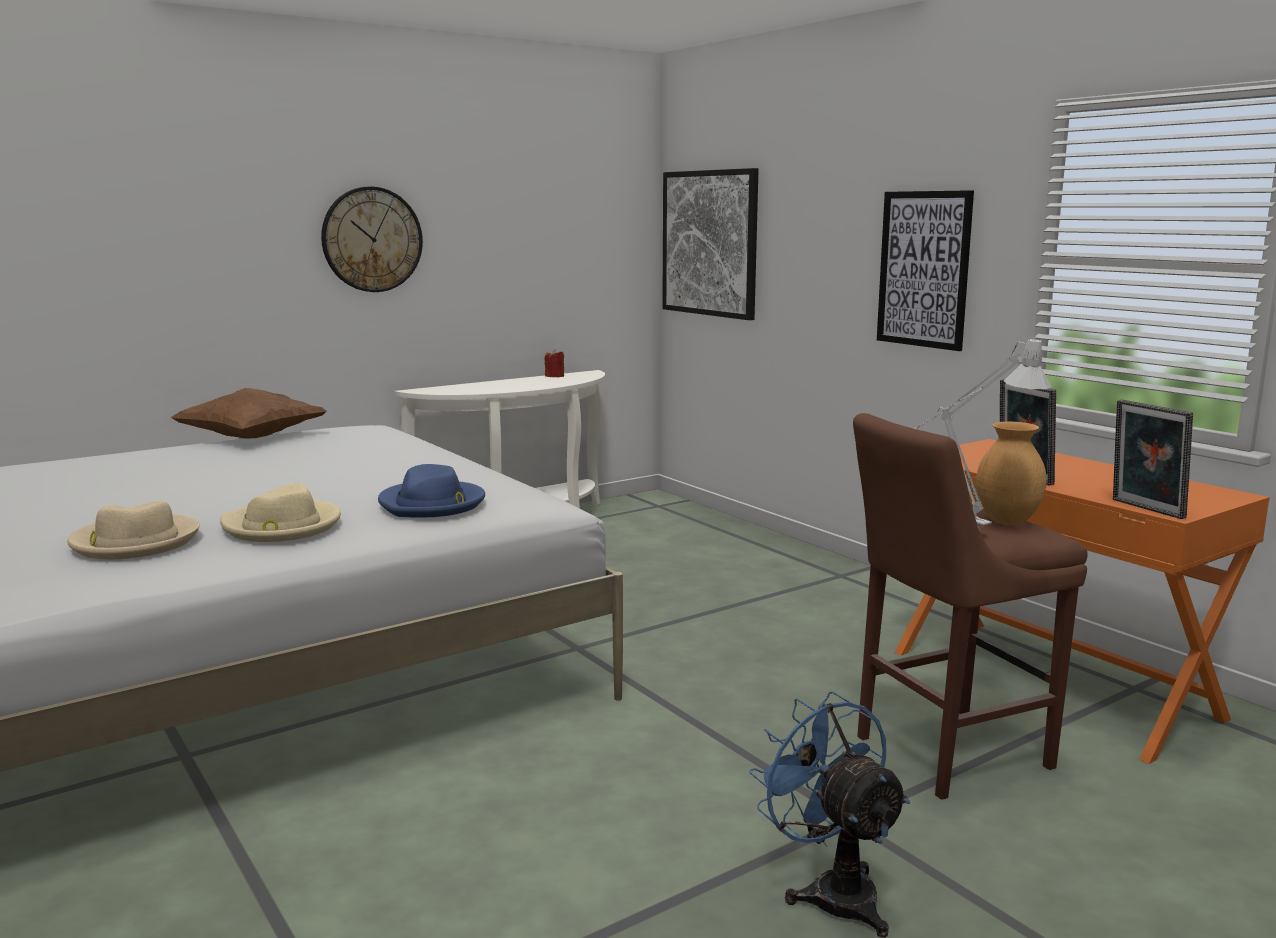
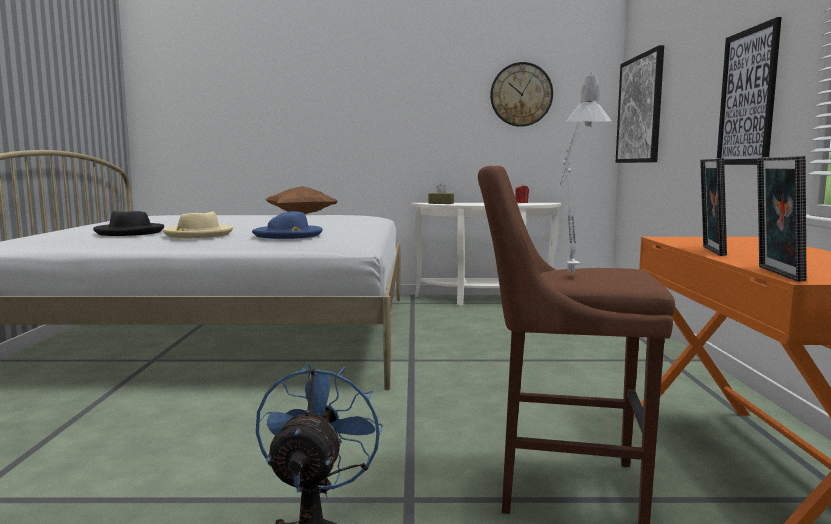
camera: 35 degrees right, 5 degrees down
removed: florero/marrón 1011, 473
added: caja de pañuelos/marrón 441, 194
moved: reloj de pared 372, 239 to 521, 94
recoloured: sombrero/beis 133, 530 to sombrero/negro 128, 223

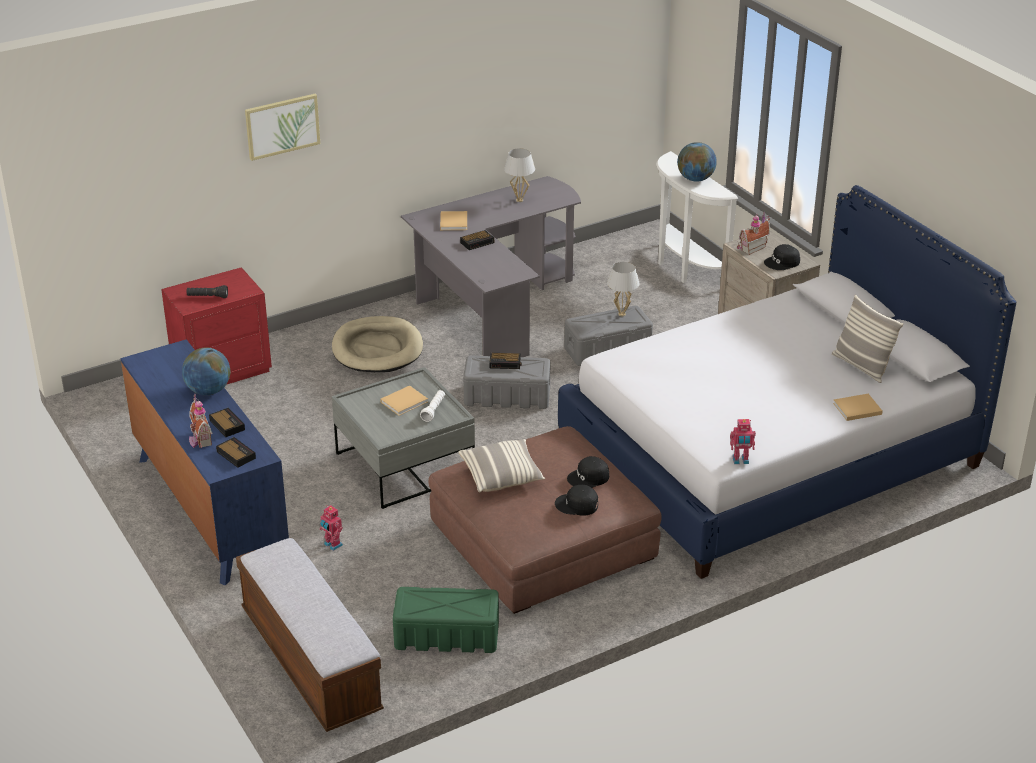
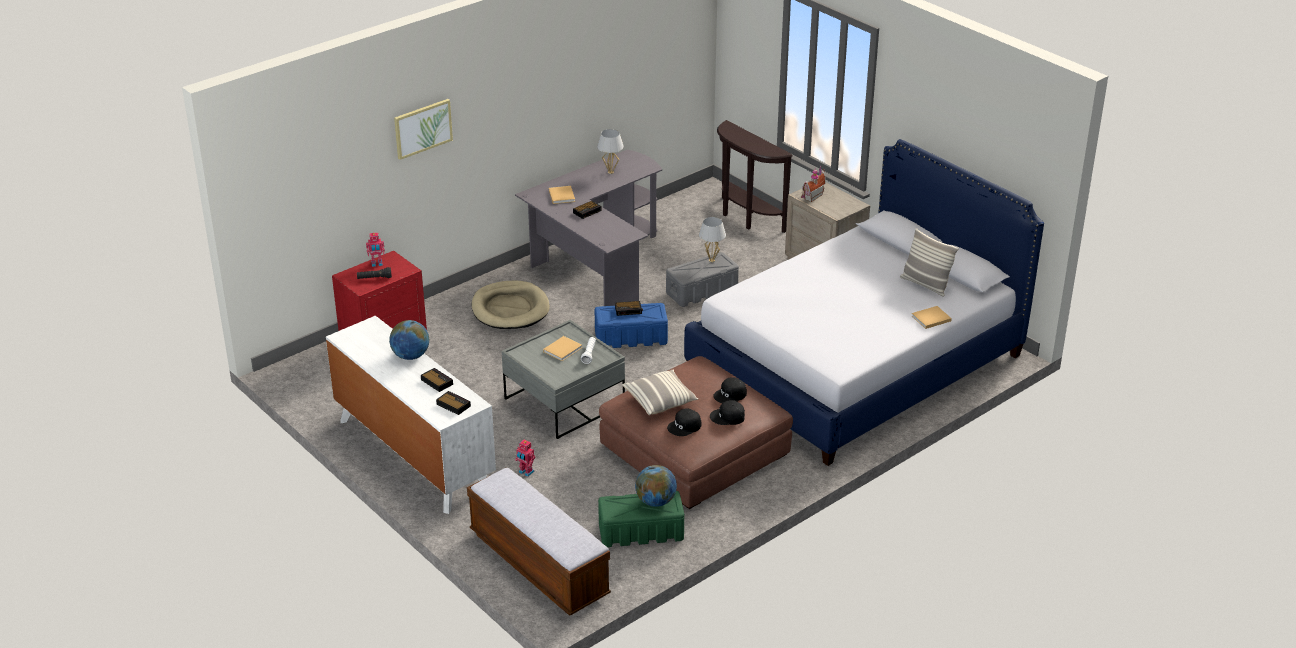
camera: 10 degrees left, 0 degrees up
removed: casita 201, 421
moved: robot de juguete 743, 441 to 375, 250; globo terráqueo 697, 162 to 656, 486; gorra/negro 782, 257 to 684, 422
recoloured: cómoda/azul 204, 462 to cómoda/blanco 411, 415; caja de almacenaje/gris 506, 382 to caja de almacenaje/azul 631, 325; mesa consola/blanco 697, 217 to mesa consola/marrón 755, 176

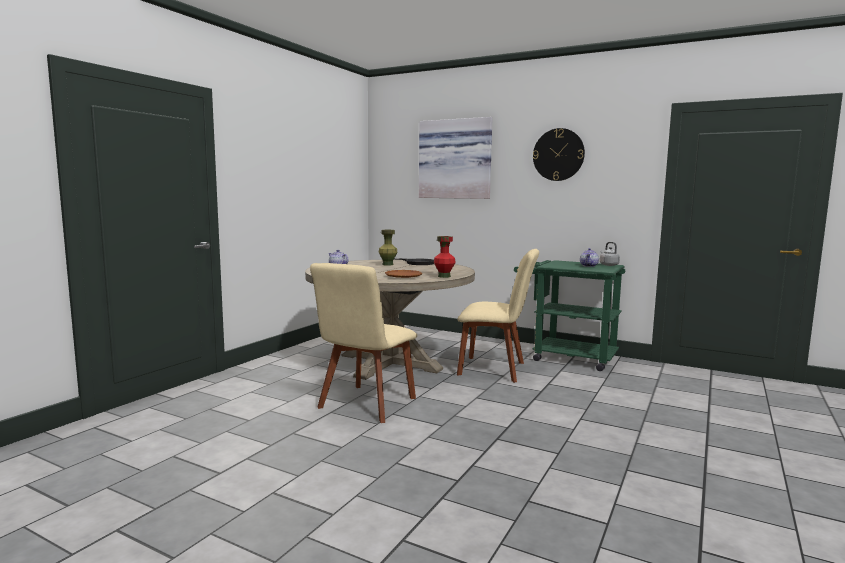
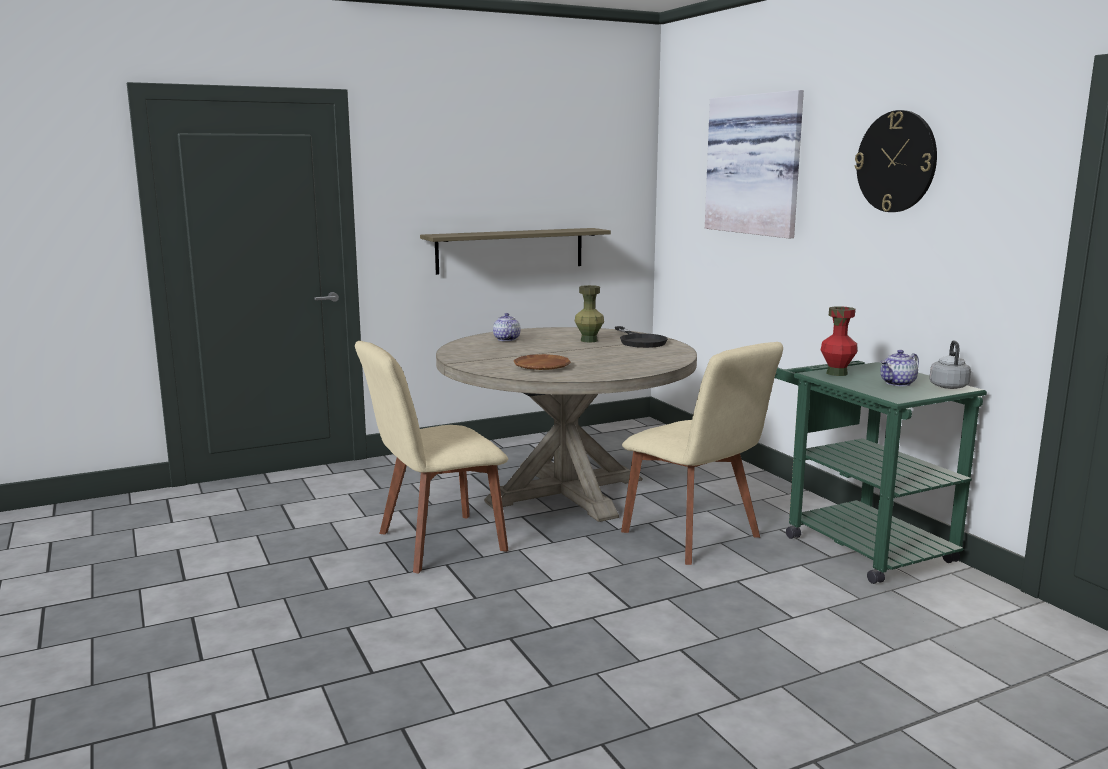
camera: 35 degrees right, 5 degrees up
added: estante 515, 251
moved: florero/rojo 445, 257 to 839, 341

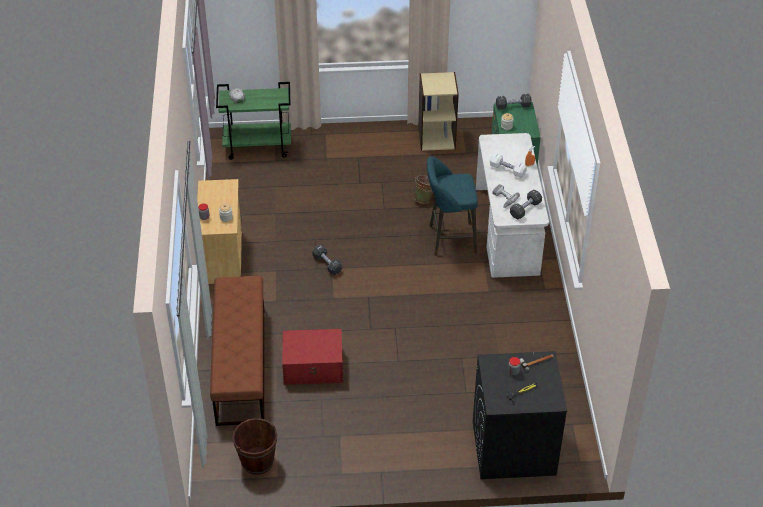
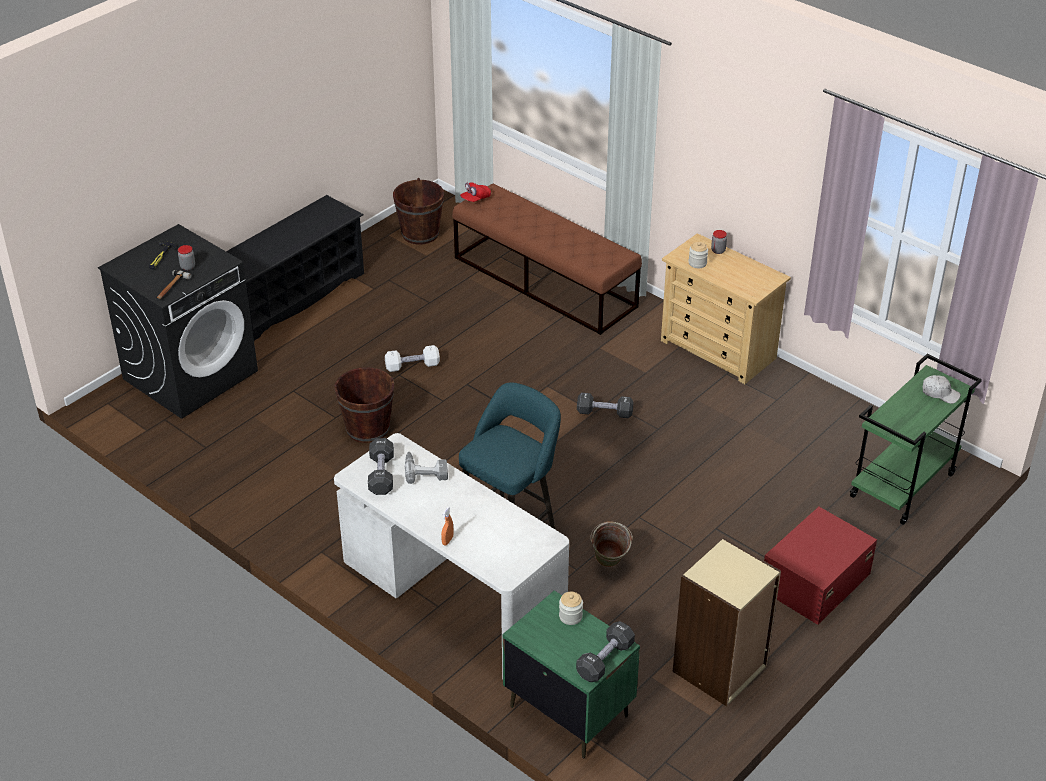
camera: 135 degrees right, 5 degrees down
added: zapatero/negro 295, 268; cubo/marrón 364, 405; gorra/rojo 475, 192
moved: mancuerna/blanco 508, 165 to 412, 358; caja de almacenaje/rojo 312, 357 to 820, 566

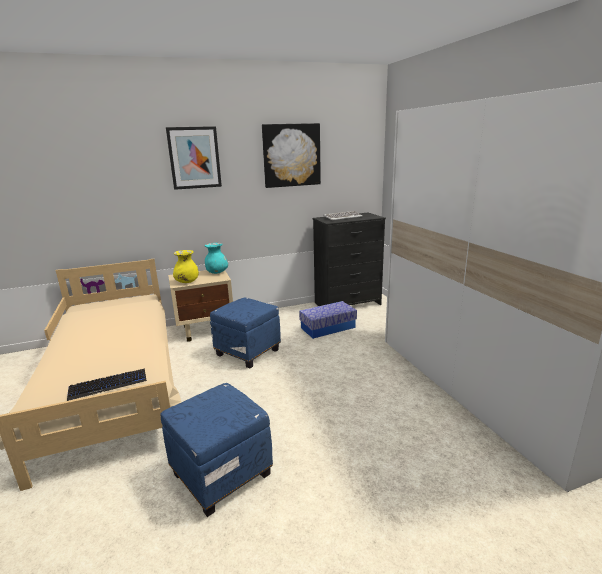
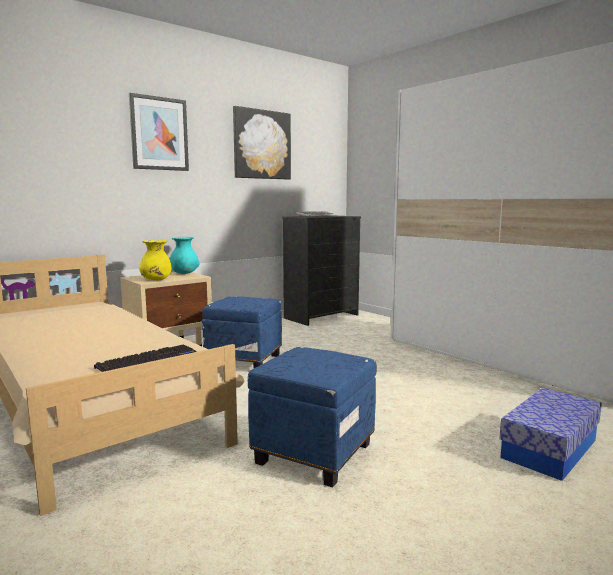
camera: 20 degrees left, 10 degrees down
moved: caja de almacenaje 328, 320 to 550, 434

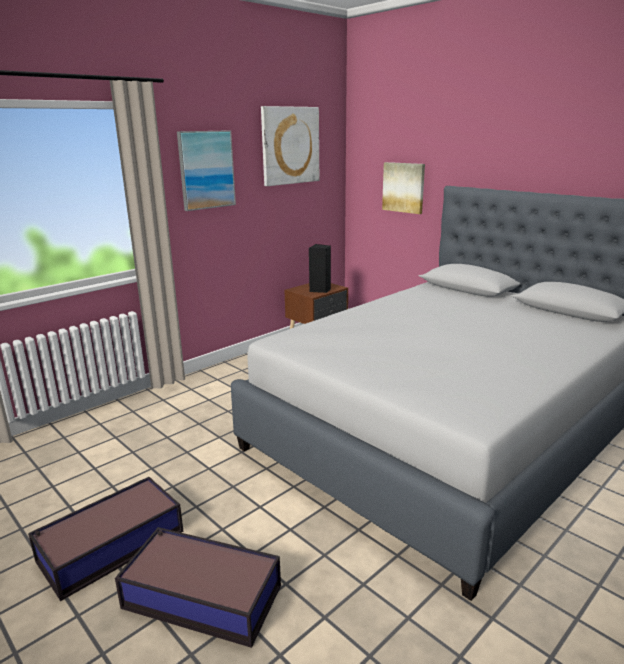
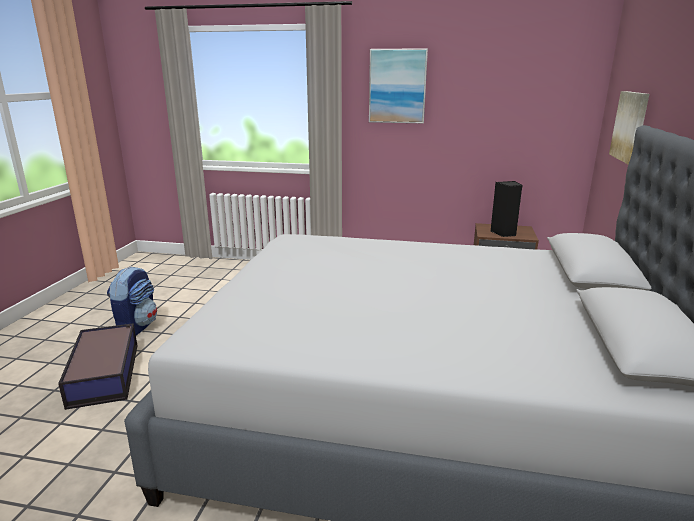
camera: 55 degrees right, 0 degrees up
removed: cuadro 290, 146
replaced: caja de almacenaje 105, 539 to mochila 132, 300

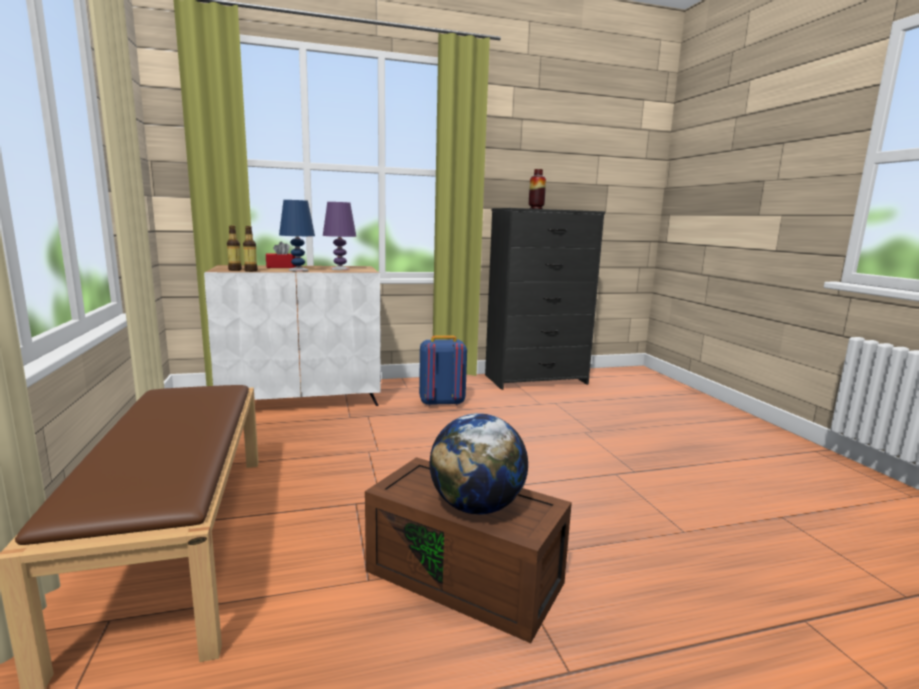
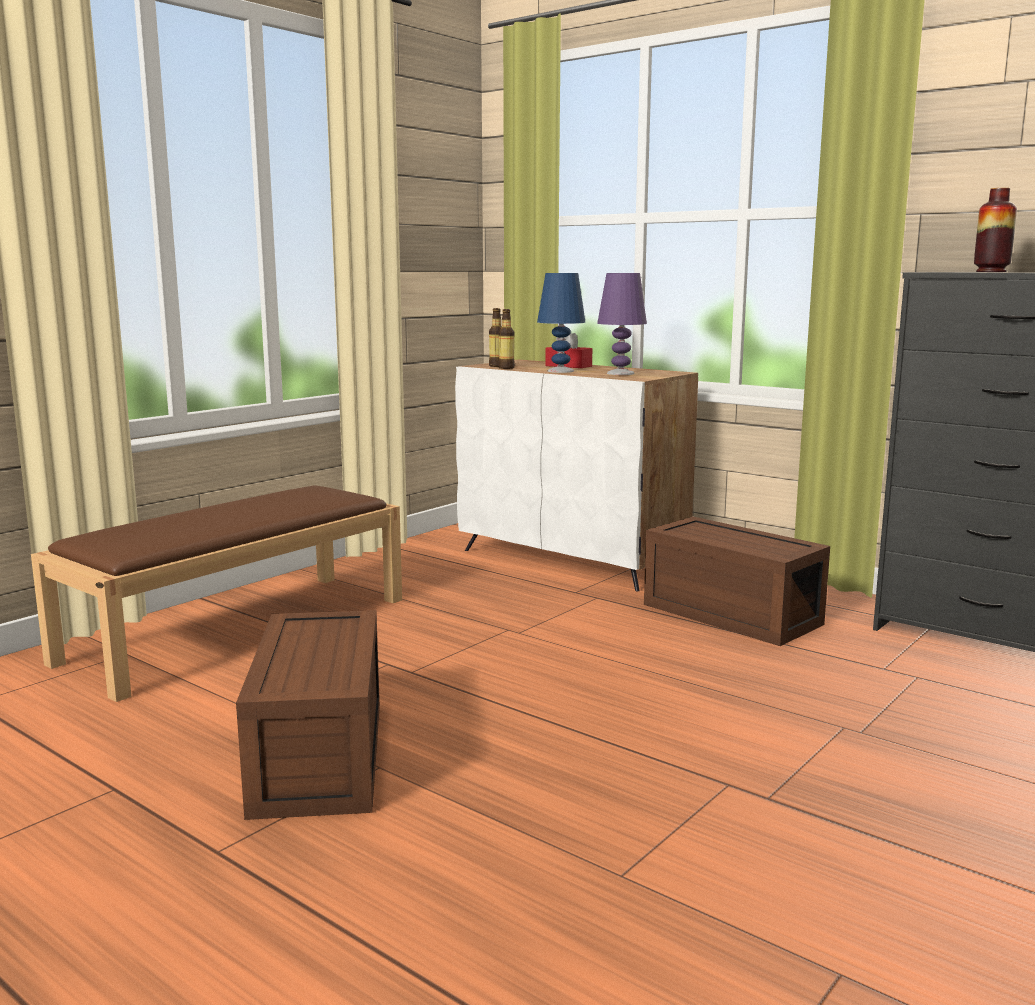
camera: 55 degrees right, 0 degrees up
removed: globo terráqueo 479, 464
replaced: mochila/azul 443, 371 to caja de almacenaje/marrón 737, 581

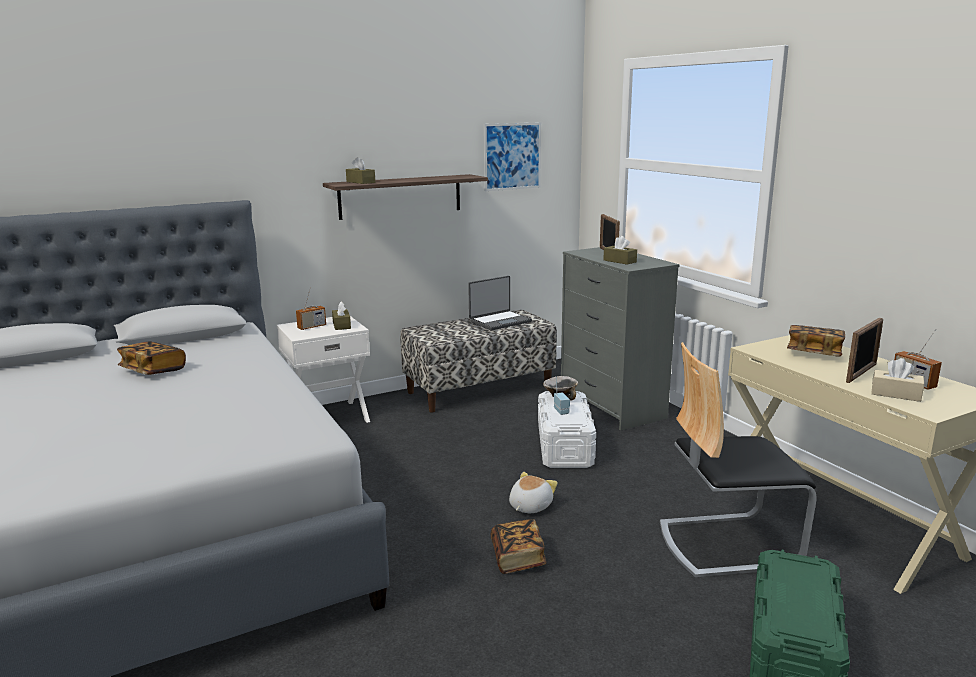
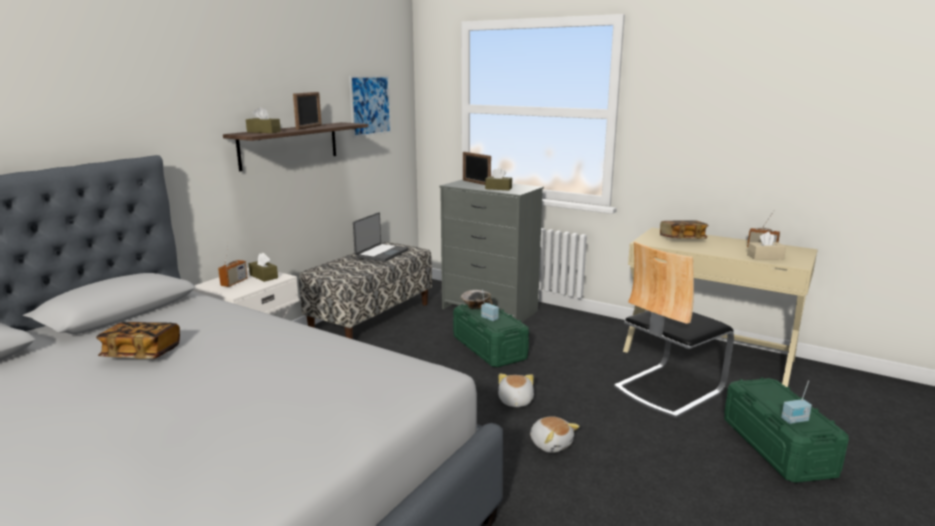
camera: 30 degrees left, 0 degrees up
added: radio 796, 402
moved: portarretratos 864, 350 to 307, 111
replaced: libro 518, 546 to peluche 555, 434
recoloured: caja de almacenaje/blanco 567, 429 to caja de almacenaje/verde 491, 334

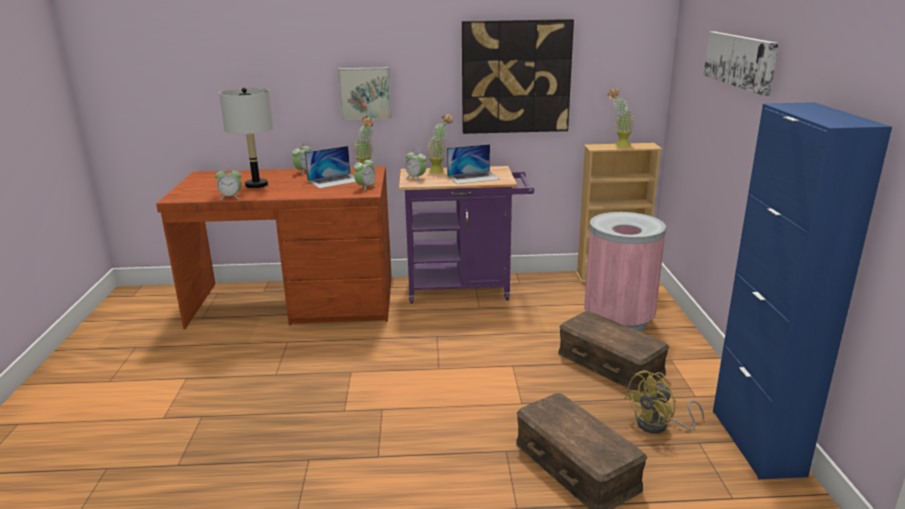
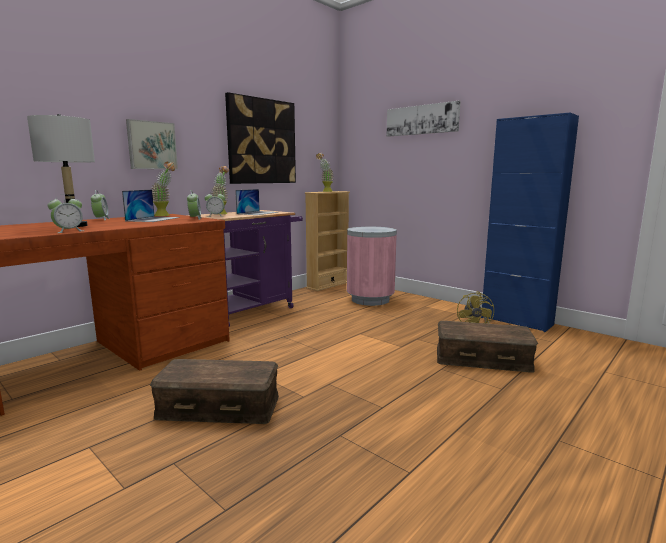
camera: 45 degrees left, 10 degrees down
moved: caja de almacenaje/marrón 613, 351 to 214, 391

